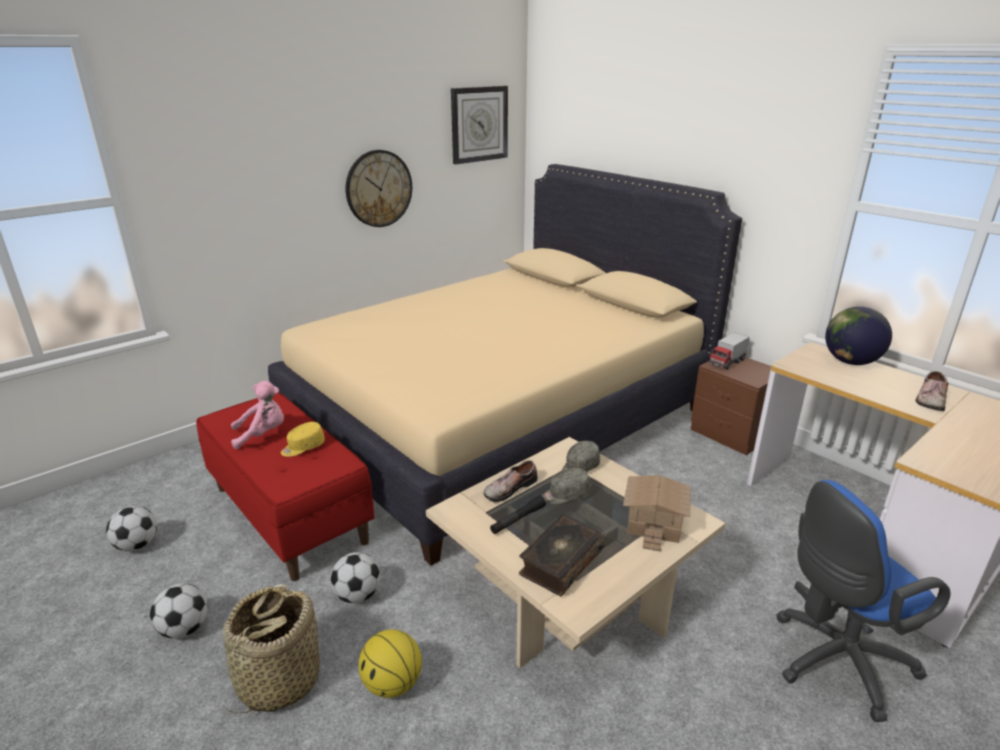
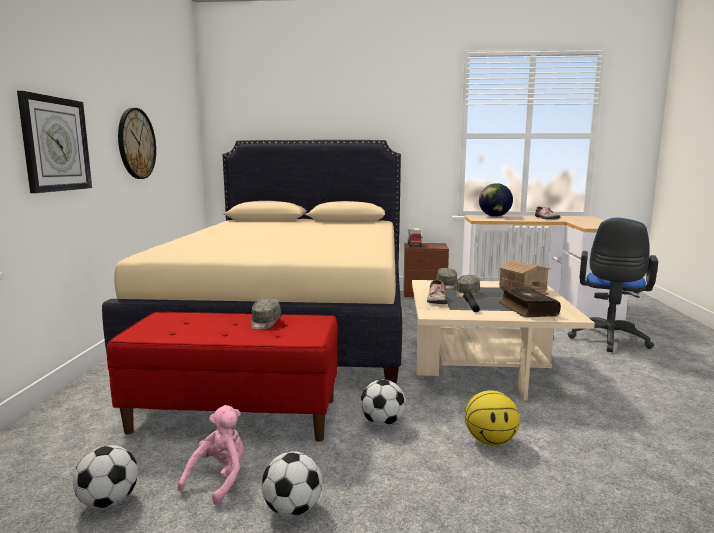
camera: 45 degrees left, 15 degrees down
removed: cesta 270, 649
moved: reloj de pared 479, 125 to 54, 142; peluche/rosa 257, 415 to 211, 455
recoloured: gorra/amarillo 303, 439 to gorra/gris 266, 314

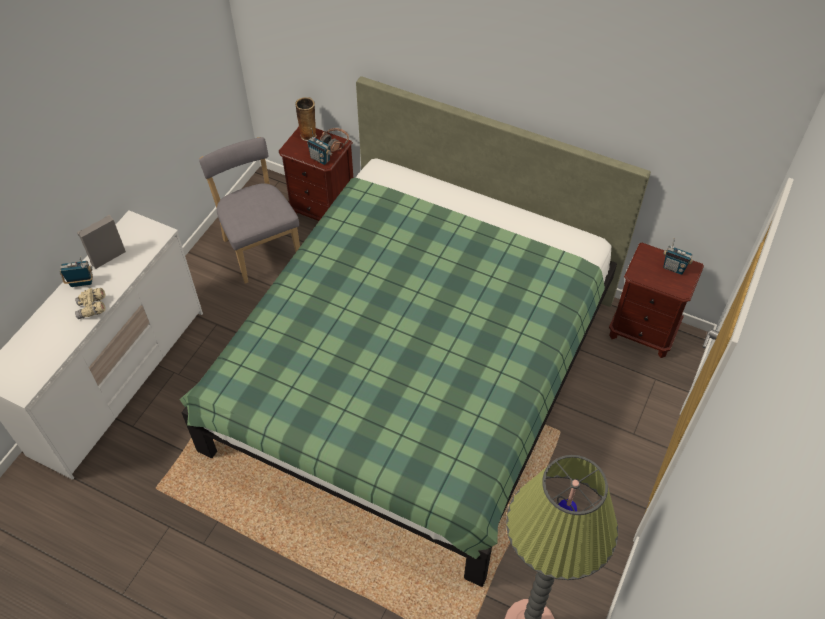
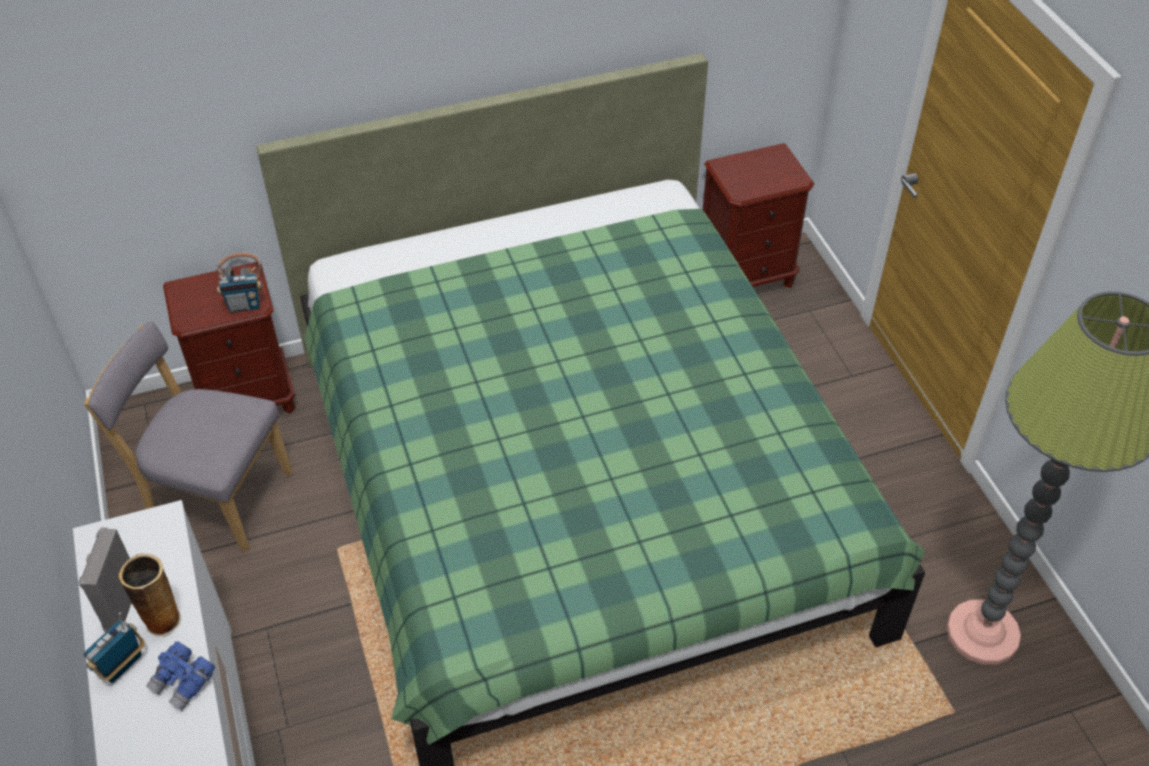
camera: 45 degrees left, 5 degrees down
removed: radio 678, 256
moved: florero 306, 119 to 150, 595
recoloured: prismáticos/beis 90, 303 to prismáticos/azul 180, 676

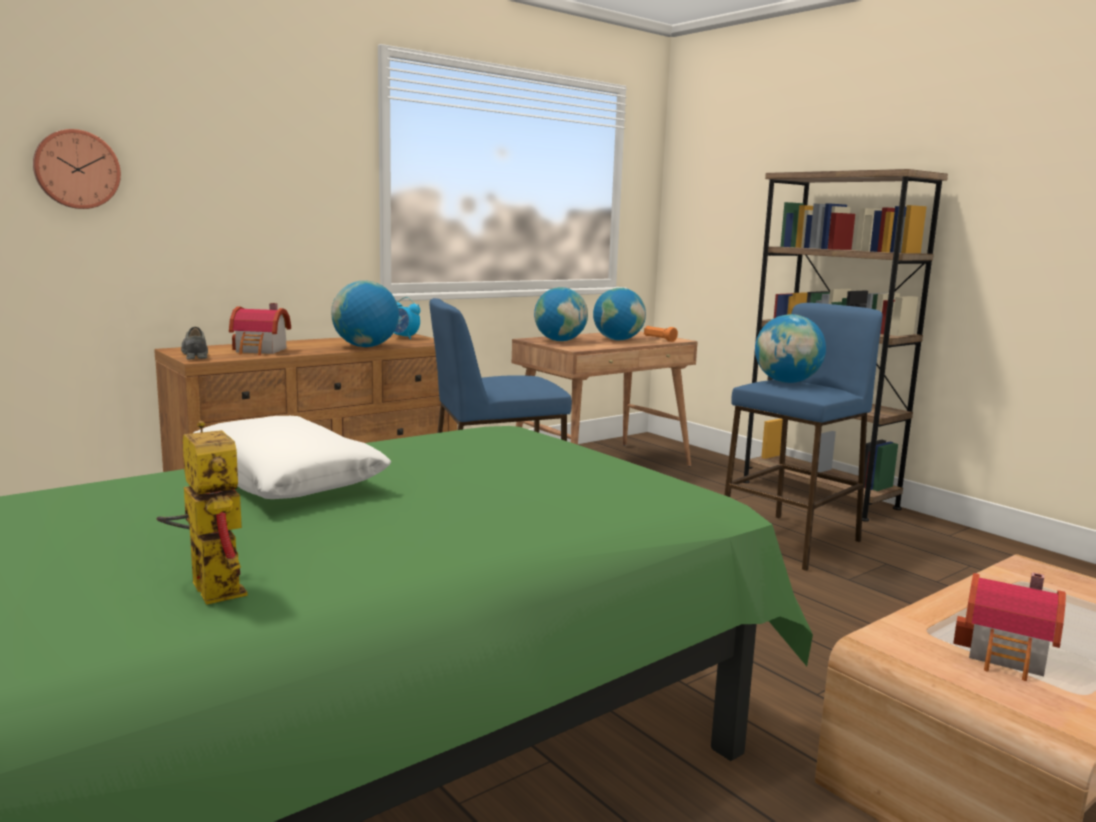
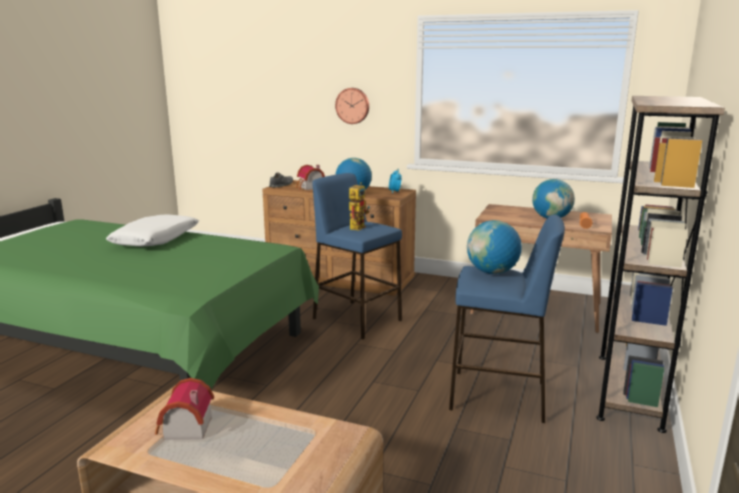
camera: 60 degrees right, 5 degrees up
removed: globo terráqueo 561, 314
moved: reloj de pared 77, 169 to 352, 106; robot de juguete 202, 513 to 359, 206

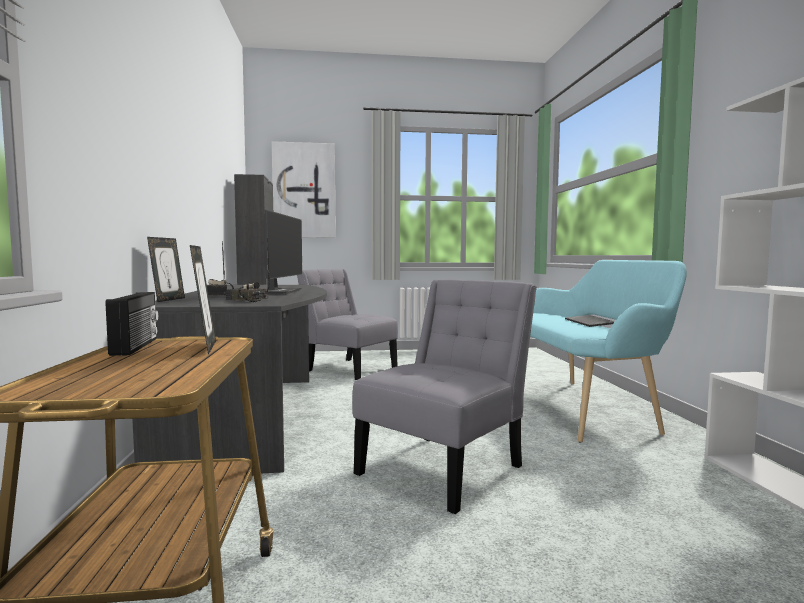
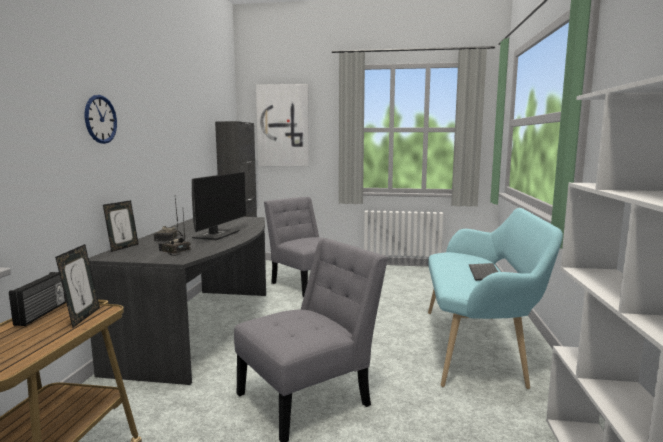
camera: 15 degrees right, 5 degrees up
added: reloj de pared 101, 119

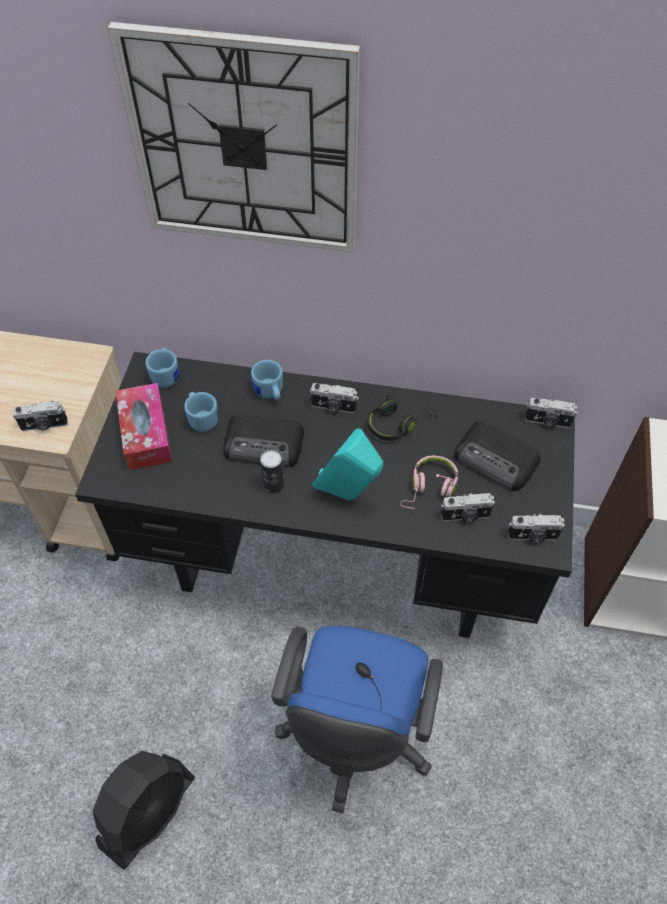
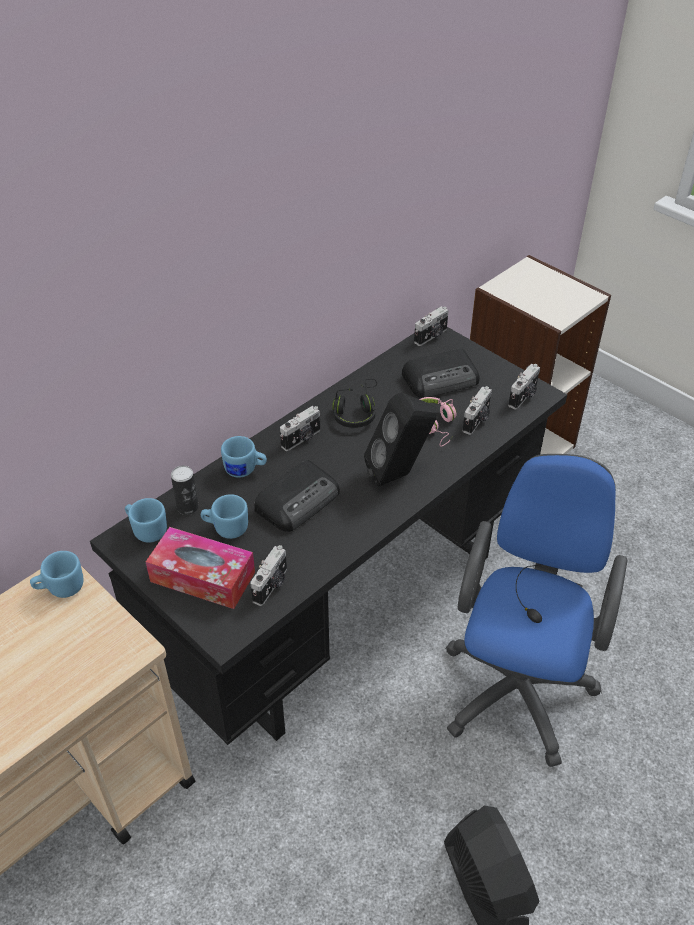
camera: 55 degrees left, 10 degrees down
removed: reloj de pared 233, 137
added: taza grande/azul 57, 574
moved: lata 272, 472 to 185, 490; cámara 40, 416 to 268, 575
recoloured: altavoz/turquesa 348, 465 to altavoz/negro 400, 440
turned: silla de oficina/azul 357, 719 = 536, 610 120 degrees counterclockwise

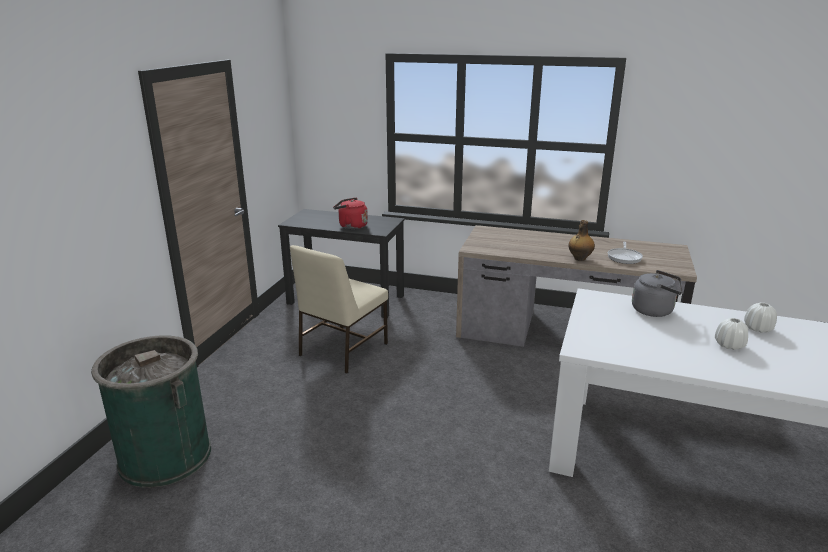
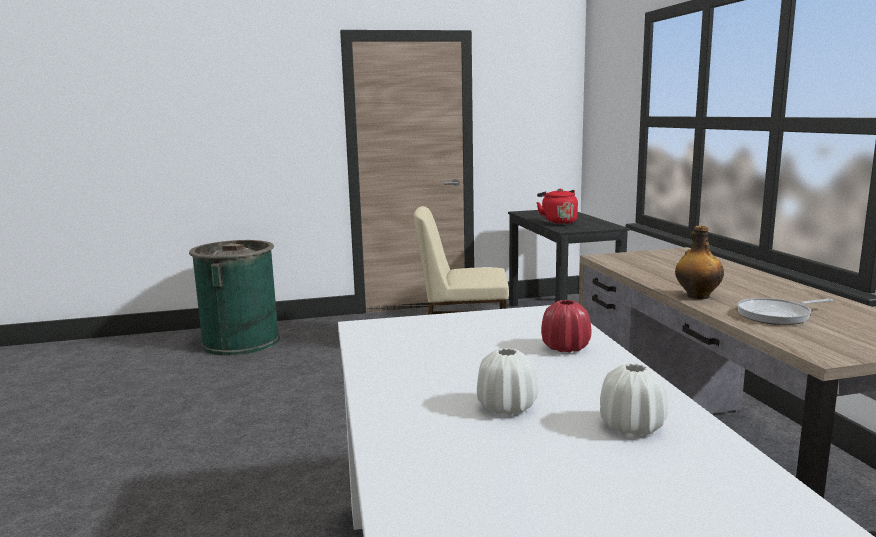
camera: 60 degrees right, 10 degrees down
replaced: hervidor/gris 657, 293 to florero/rojo 566, 326

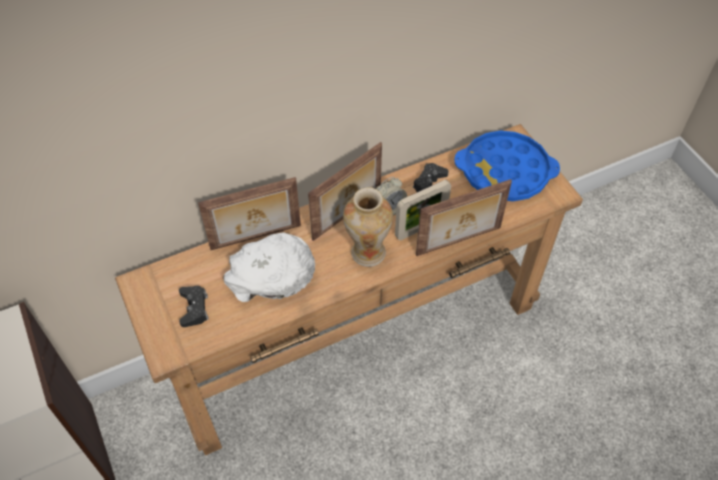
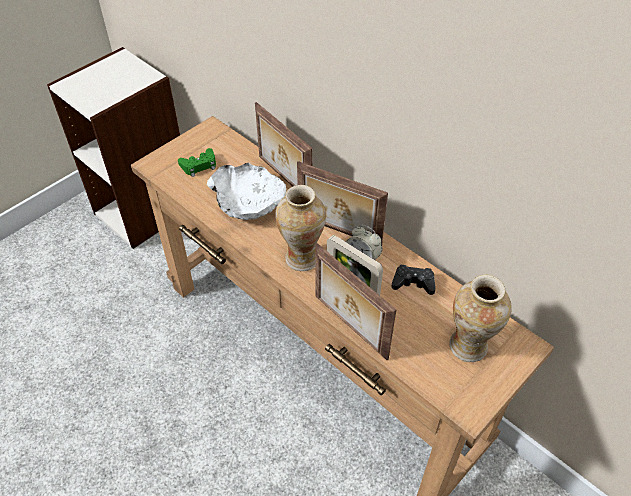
camera: 70 degrees right, 5 degrees down
replaced: bandeja/azul 507, 166 to florero 481, 318
recoloured: mando de consola/negro 194, 306 to mando de consola/verde 197, 162

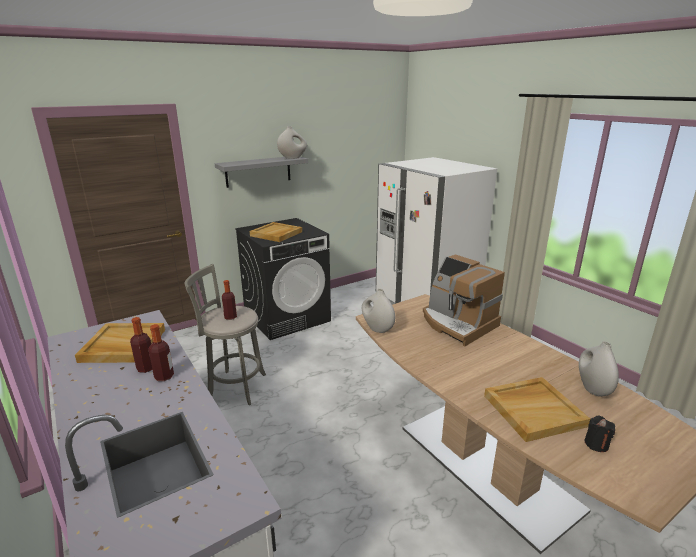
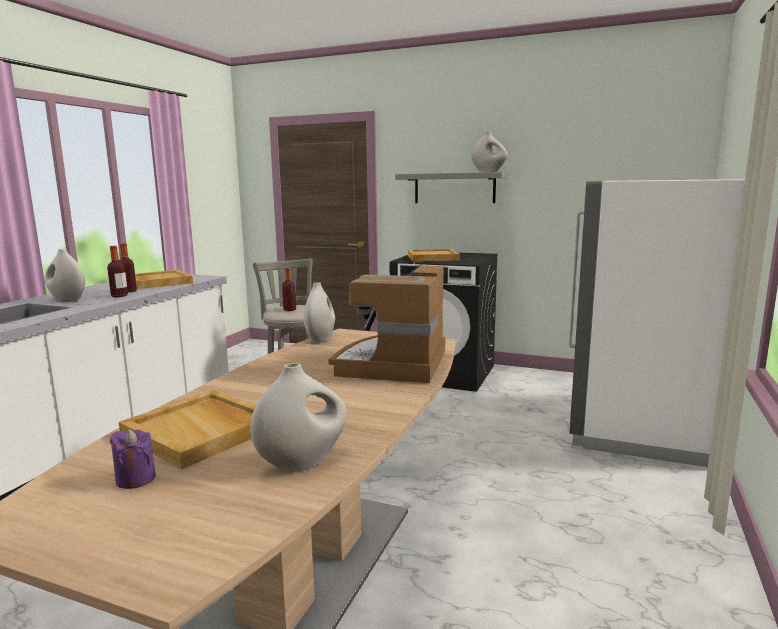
camera: 55 degrees right, 10 degrees down
added: florero/blanco 64, 275
recoloured: vela/negro 600, 434 to vela/morado 133, 459

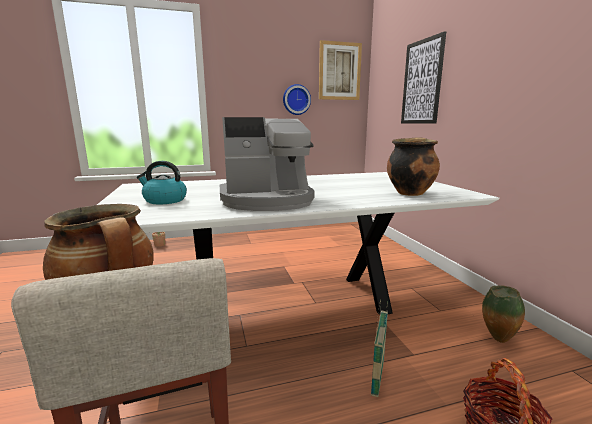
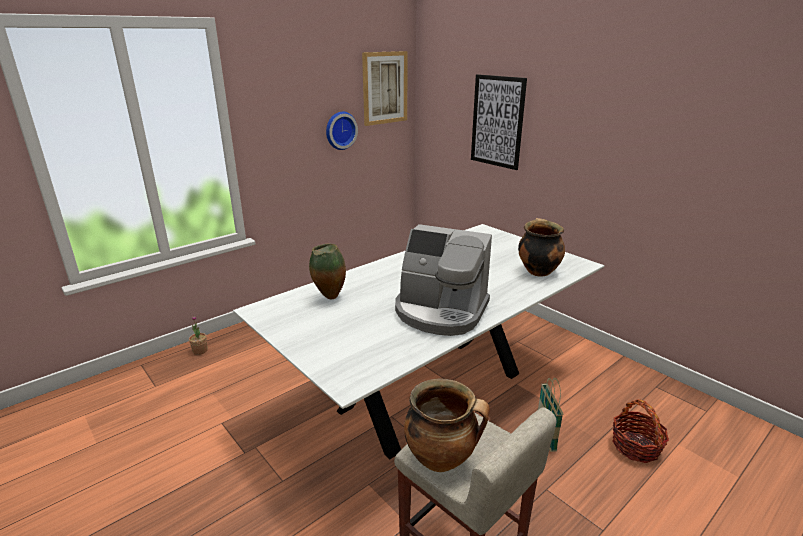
camera: 25 degrees left, 10 degrees up
removed: hervidor 162, 182
moved: florero 503, 314 to 327, 271
turned: cafetera 267, 164 = 443, 280 60 degrees clockwise

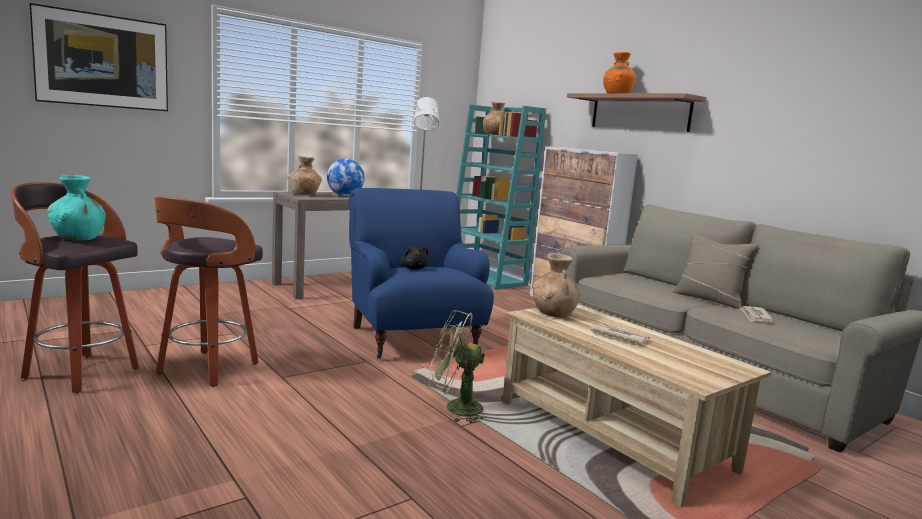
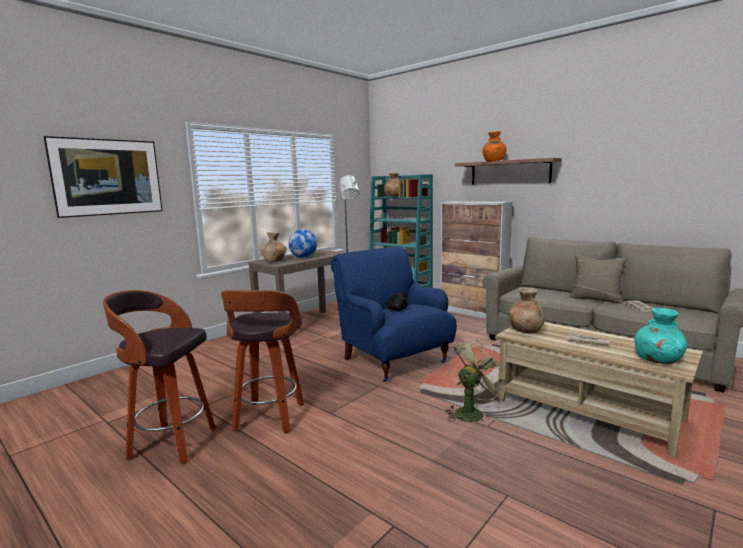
camera: 10 degrees left, 0 degrees up
moved: florero/turquesa 76, 208 to 661, 336
turned: ventilador/verde 458, 366 = 476, 381 135 degrees clockwise

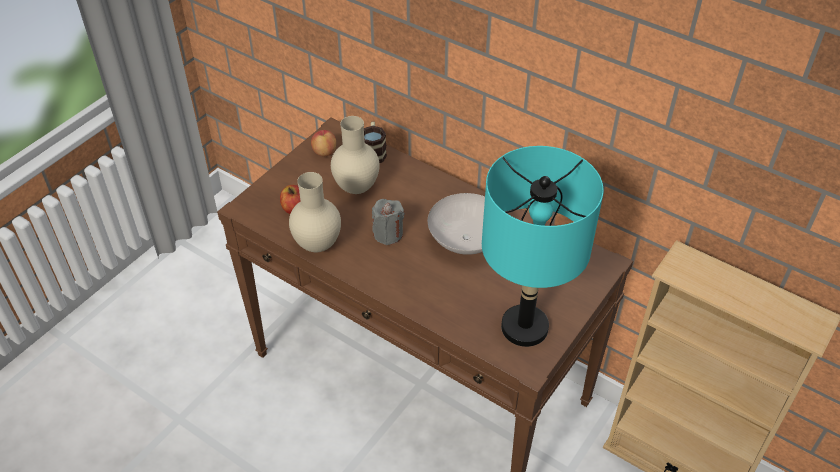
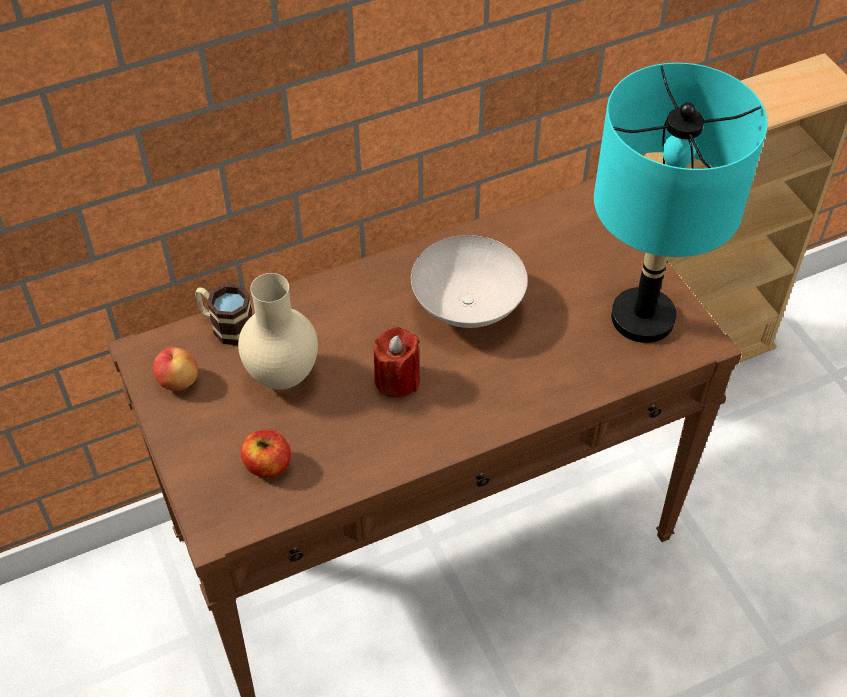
camera: 60 degrees left, 5 degrees up
removed: florero/beis 315, 212
recoloured: vela/gris 388, 222 to vela/rojo 396, 362

